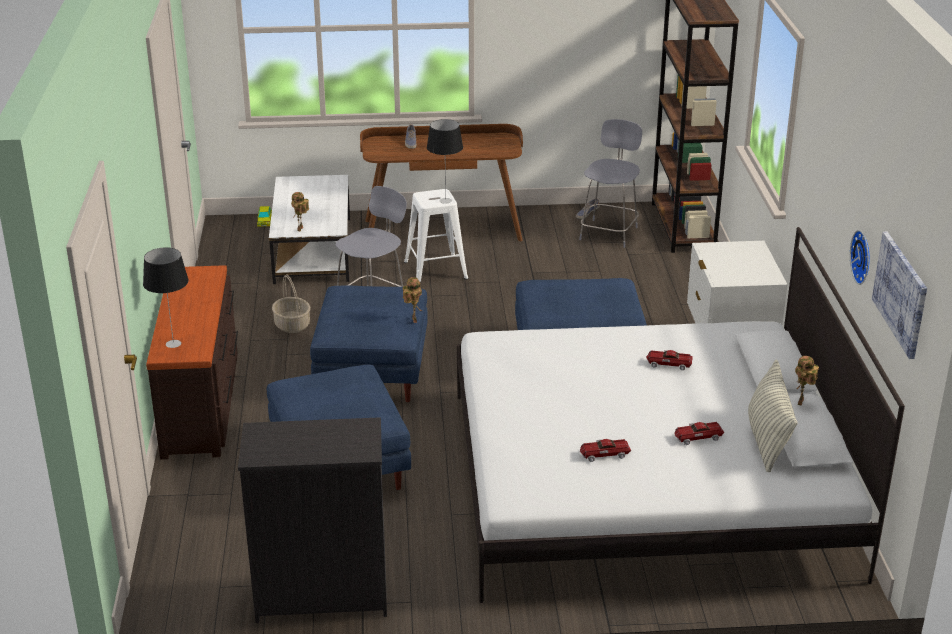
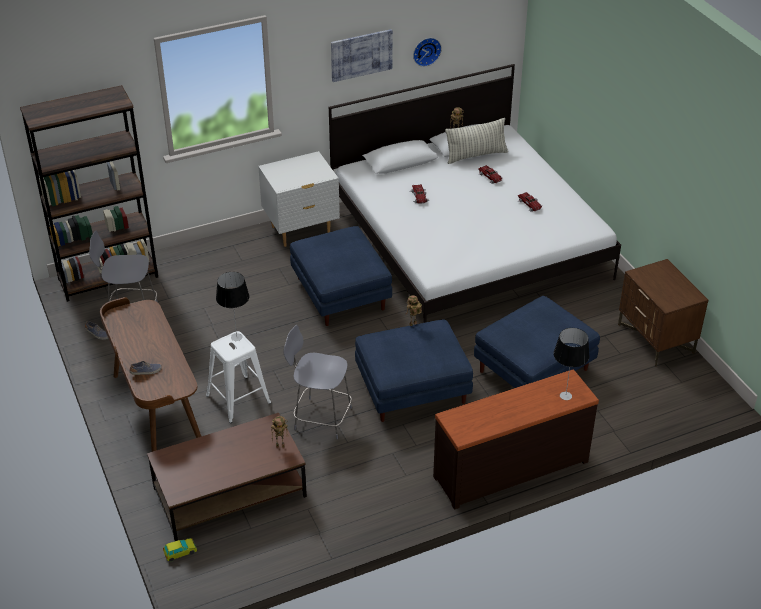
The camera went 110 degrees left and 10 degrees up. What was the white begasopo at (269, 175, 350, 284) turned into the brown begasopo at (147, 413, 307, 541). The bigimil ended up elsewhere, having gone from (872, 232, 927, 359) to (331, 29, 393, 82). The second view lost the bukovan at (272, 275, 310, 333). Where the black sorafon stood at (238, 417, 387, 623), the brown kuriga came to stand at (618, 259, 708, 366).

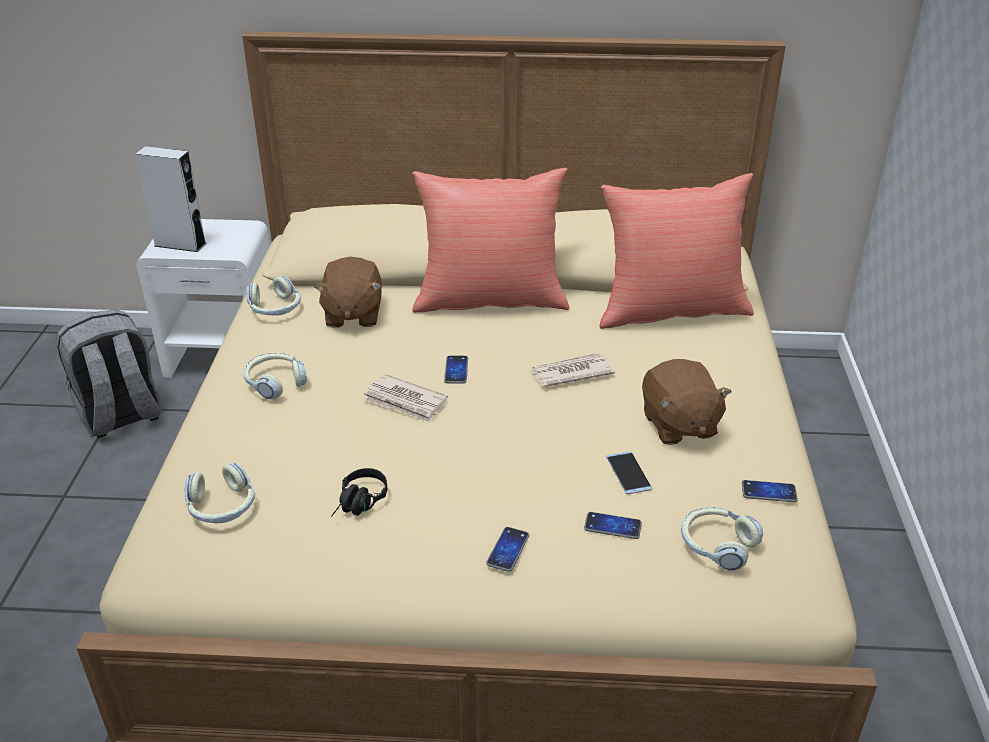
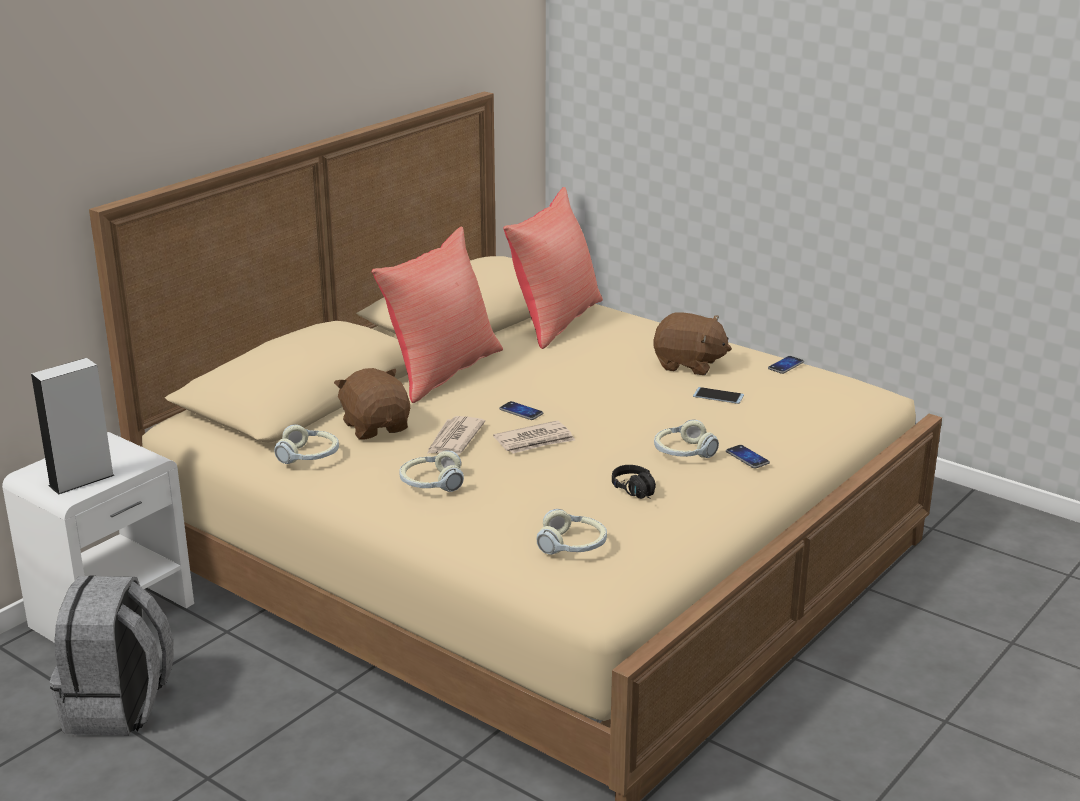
The camera went 55 degrees left and 10 degrees down. The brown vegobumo at (314, 257, 382, 328) ended up facing another way, 150 degrees counterclockwise from before. The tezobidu ended up elsewhere, having gone from (531, 353, 615, 387) to (427, 416, 485, 454). The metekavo ended up elsewhere, having gone from (681, 507, 763, 571) to (654, 419, 719, 458). The second view lost the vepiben at (584, 512, 642, 539).

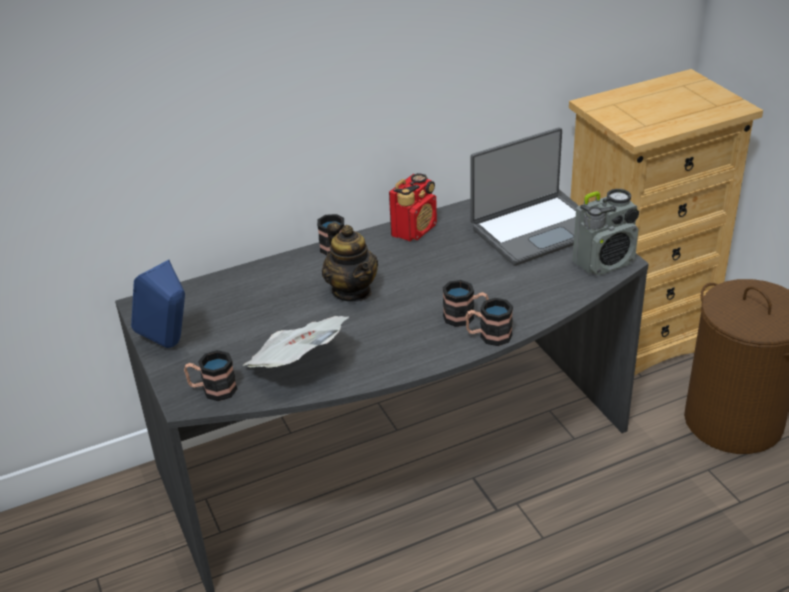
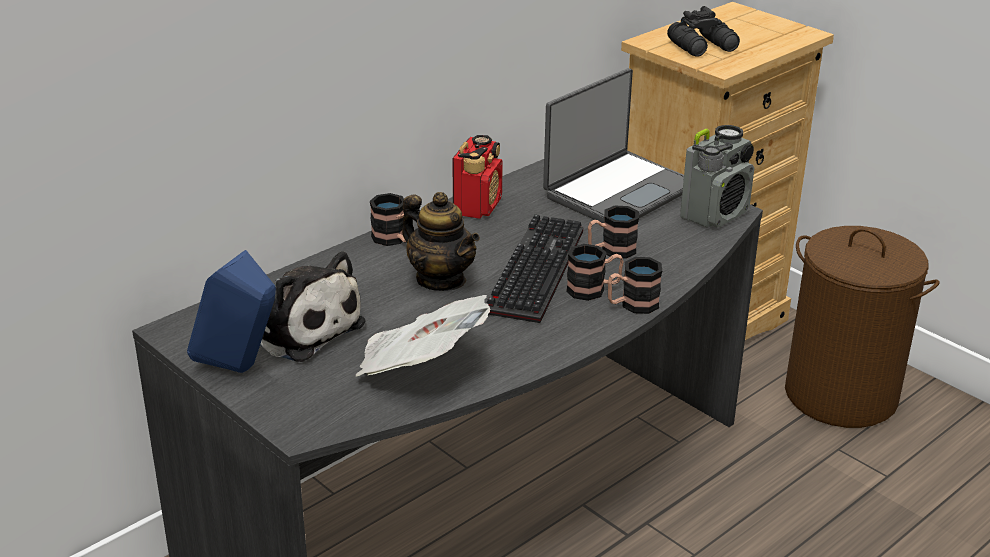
The camera went 20 degrees left and 5 degrees down. The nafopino ended up elsewhere, having gone from (184, 350, 237, 401) to (588, 206, 639, 259). The second view gained the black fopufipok at (667, 6, 740, 57). The second view gained the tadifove at (487, 214, 583, 323). The second view gained the vegobumo at (260, 251, 366, 362).

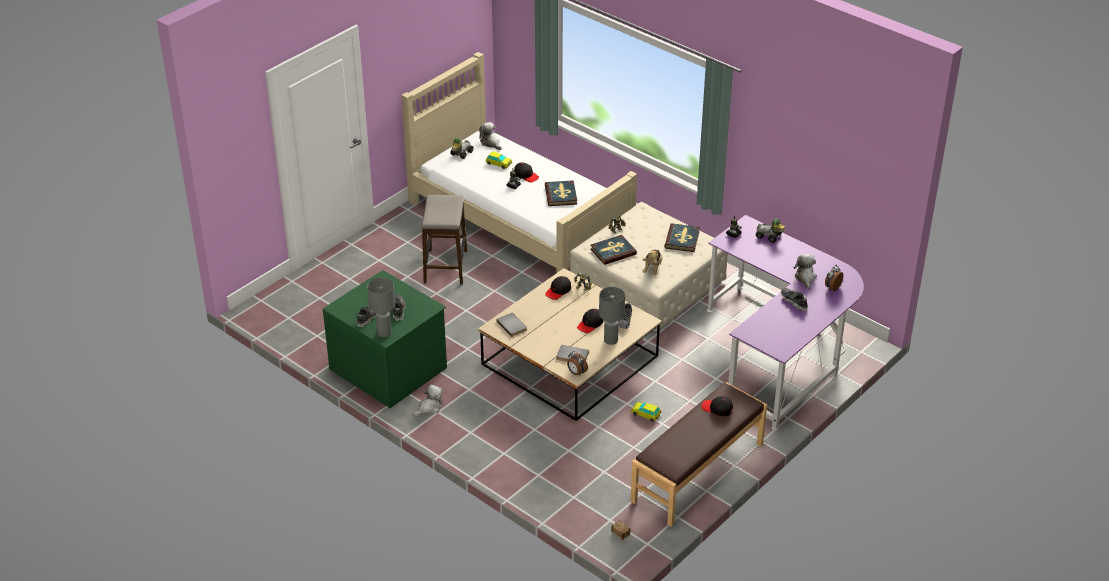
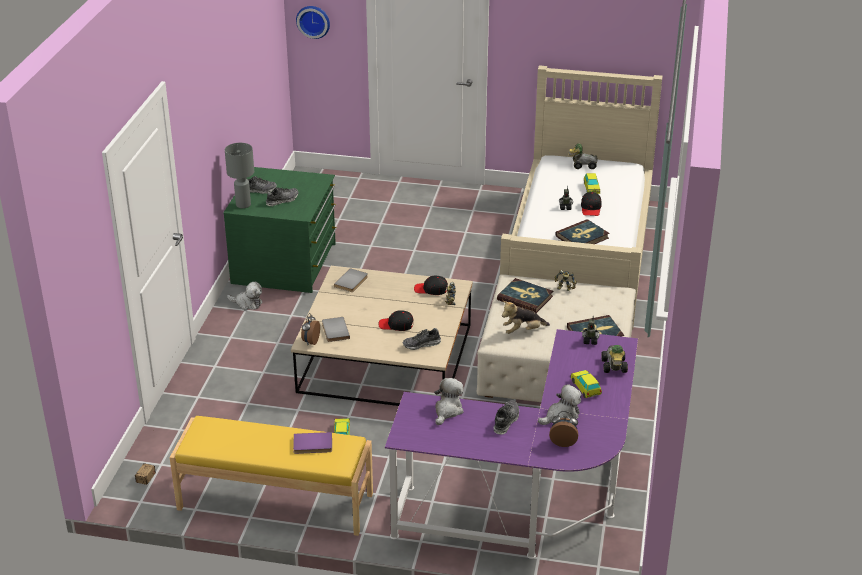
The camera went 60 degrees right and 5 degrees down. The vegobumo ended up elsewhere, having gone from (479, 122, 502, 150) to (434, 378, 464, 425). The second view lost the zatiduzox at (422, 195, 467, 285). The second view lost the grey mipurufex at (599, 287, 625, 345). What was the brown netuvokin at (631, 382, 767, 527) turned into the yellow netuvokin at (170, 416, 373, 536). Where the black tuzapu stood at (701, 396, 733, 416), the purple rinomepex came to stand at (293, 432, 332, 454). The second view gained the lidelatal at (296, 6, 330, 39). The second view gained the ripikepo at (571, 370, 602, 398).

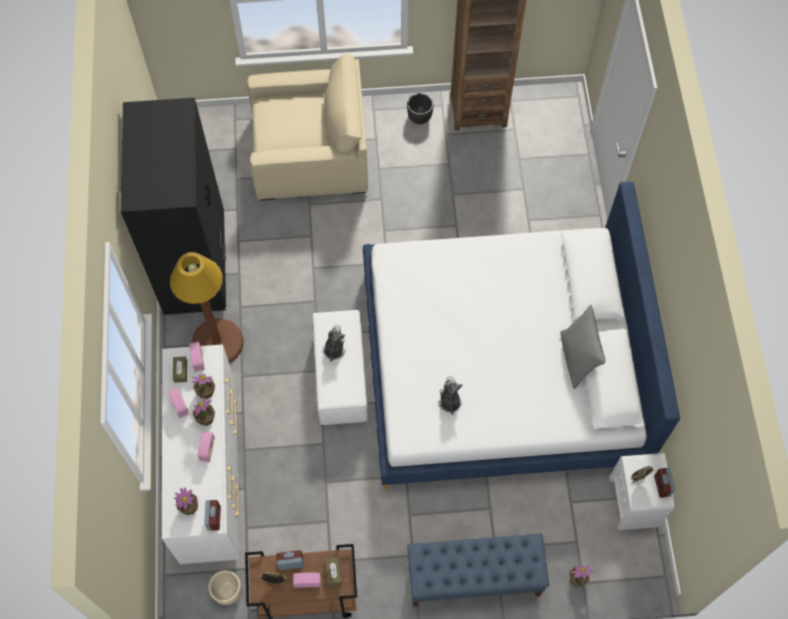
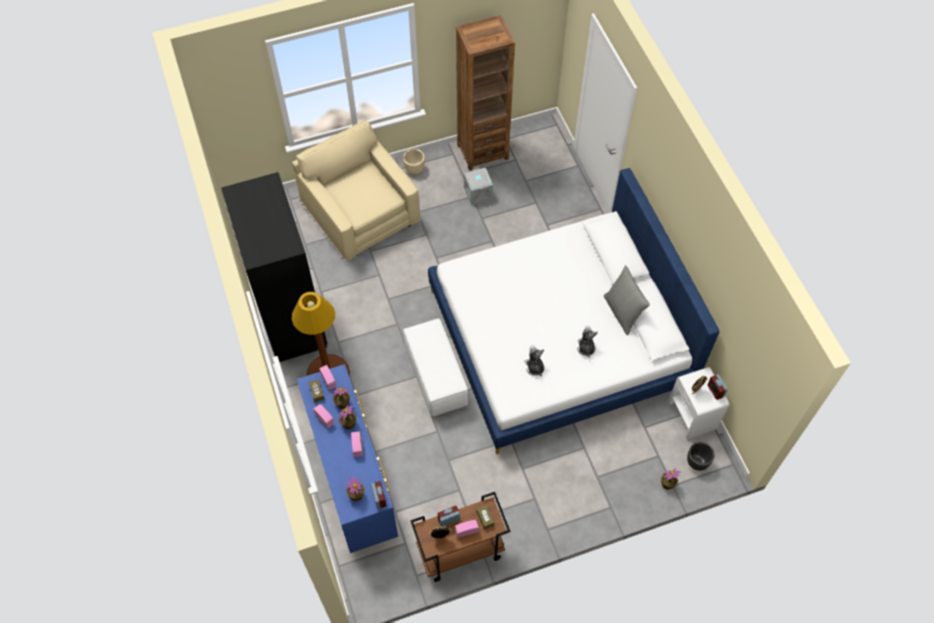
The camera went 15 degrees left and 5 degrees down. The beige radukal at (247, 53, 368, 200) ended up facing another way, 105 degrees counterclockwise from before. The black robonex ended up elsewhere, having gone from (407, 93, 433, 124) to (687, 442, 714, 471). The vegobumo ended up elsewhere, having gone from (323, 325, 346, 362) to (577, 326, 598, 357). What was the white sorafon at (162, 344, 240, 564) turned into the blue sorafon at (297, 364, 398, 553). The second view lost the blue netuvokin at (407, 534, 549, 607). The beige robonex ended up elsewhere, having gone from (209, 570, 242, 605) to (403, 149, 425, 174). The second view gained the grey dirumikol at (464, 167, 493, 205).

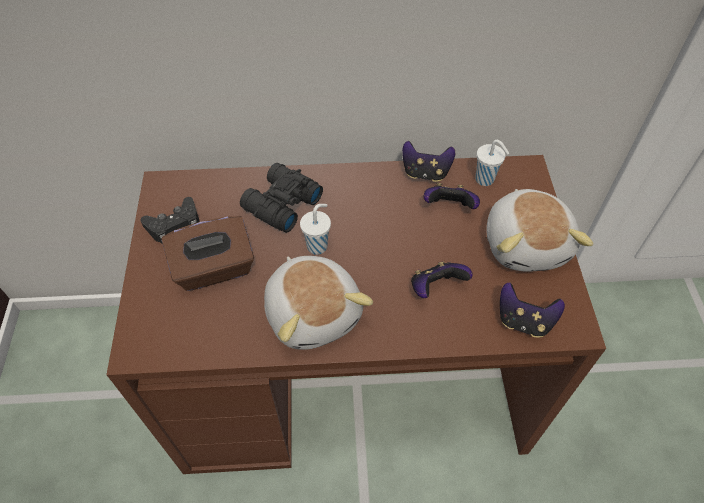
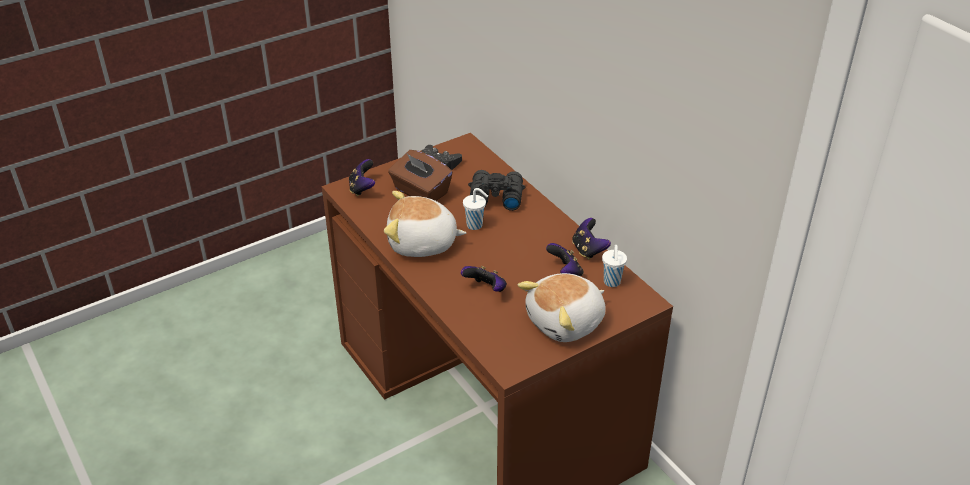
The camera went 60 degrees right and 15 degrees down. The vegobumo at (264, 256, 373, 350) ended up facing another way, 60 degrees clockwise from before. The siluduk ended up elsewhere, having gone from (500, 283, 565, 337) to (349, 159, 375, 196).

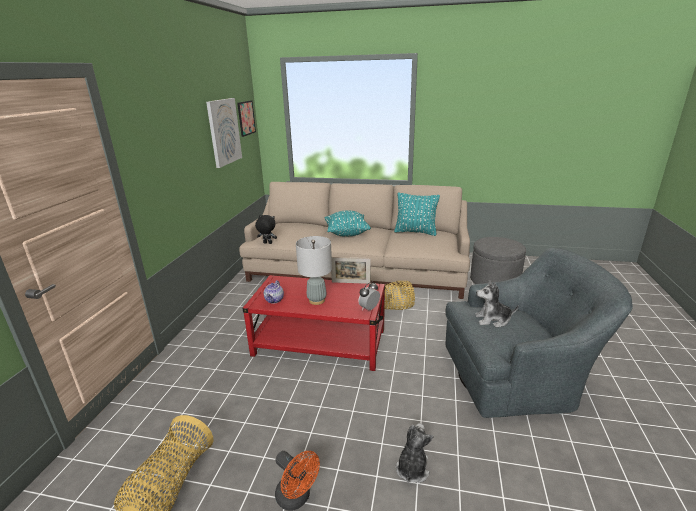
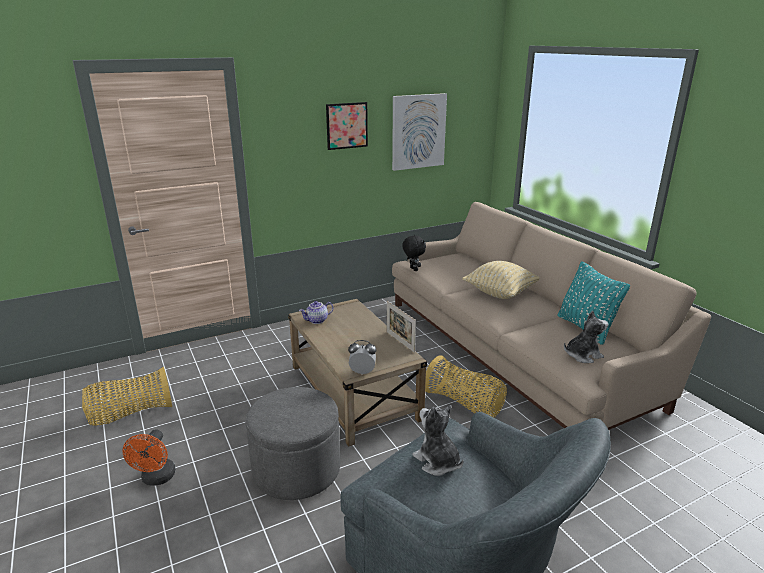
The camera went 50 degrees right and 0 degrees up. The bigimil ended up elsewhere, having gone from (237, 100, 256, 137) to (326, 102, 368, 150). What was the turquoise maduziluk at (325, 210, 371, 237) turned into the beige maduziluk at (462, 261, 539, 299). The second view lost the grey mipurufex at (296, 236, 332, 305). The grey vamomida ended up elsewhere, having gone from (470, 237, 526, 284) to (245, 387, 340, 500). What was the red begasopo at (243, 275, 386, 371) turned into the beige begasopo at (288, 299, 427, 447). The vegobumo ended up elsewhere, having gone from (396, 423, 433, 483) to (564, 310, 609, 363).

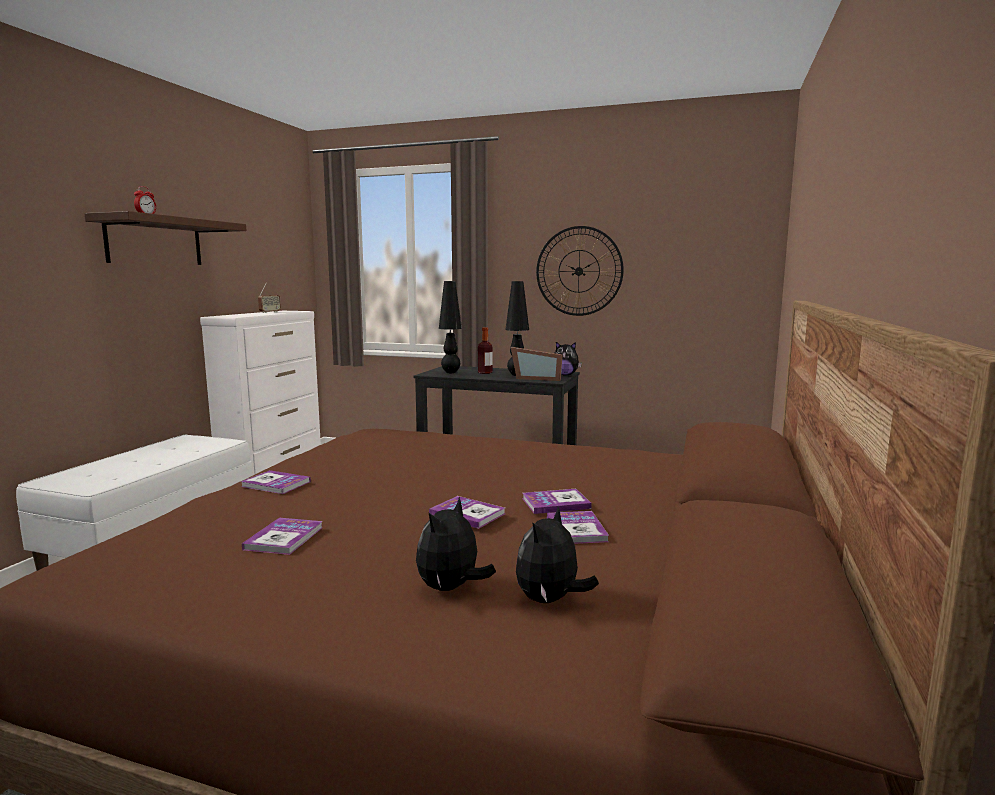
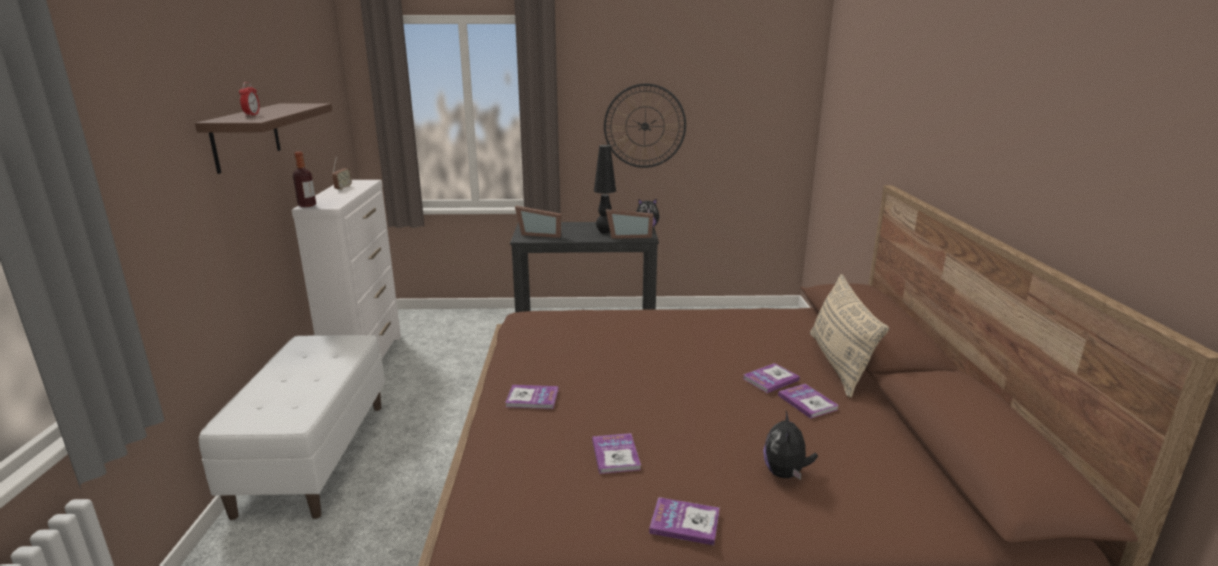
The camera went 20 degrees left and 10 degrees up. Where the black mipurufex stood at (439, 281, 462, 373), the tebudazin came to stand at (515, 206, 562, 238). The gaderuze ended up elsewhere, having gone from (478, 327, 493, 374) to (293, 152, 316, 207). The rinomepex ended up elsewhere, having gone from (429, 496, 505, 529) to (649, 497, 720, 545). The second view lost the vegobumo at (516, 507, 599, 603). The second view gained the beige maduziluk at (810, 274, 889, 398).

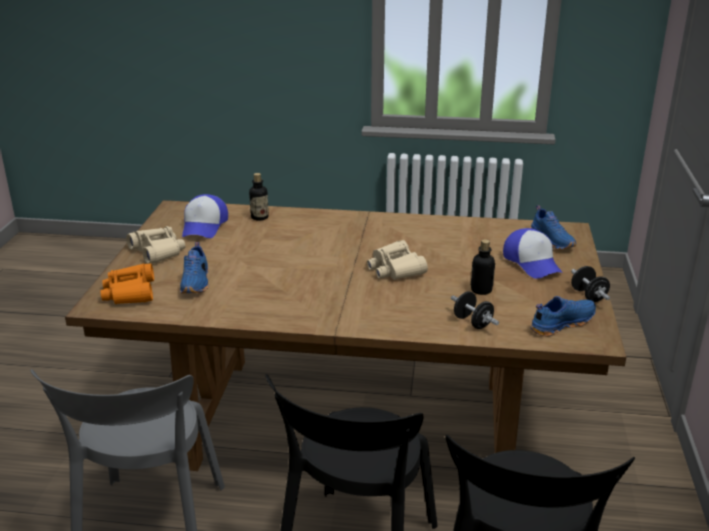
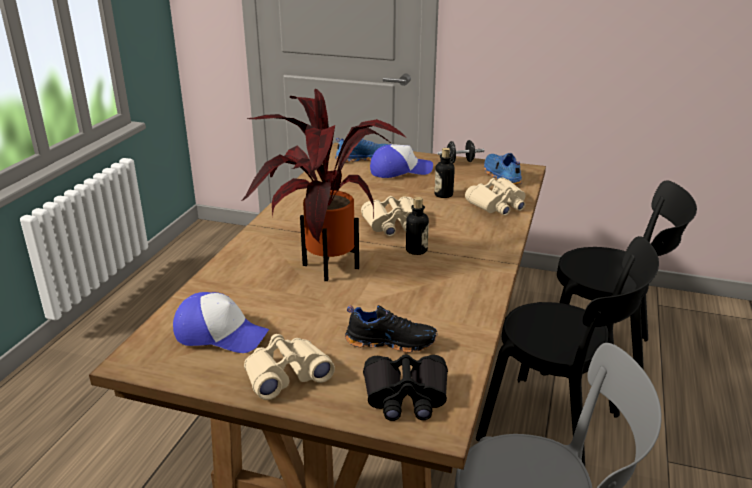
The camera went 80 degrees left and 0 degrees up. The gaderuze ended up elsewhere, having gone from (249, 173, 269, 220) to (406, 197, 429, 255). What was the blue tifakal at (180, 242, 209, 294) turned into the black tifakal at (345, 305, 437, 353). What was the orange fopufipok at (101, 263, 154, 304) turned into the black fopufipok at (363, 354, 448, 421). Where the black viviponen stood at (451, 291, 499, 329), the beige fopufipok came to stand at (465, 178, 526, 215). The second view gained the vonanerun at (242, 89, 405, 281).

